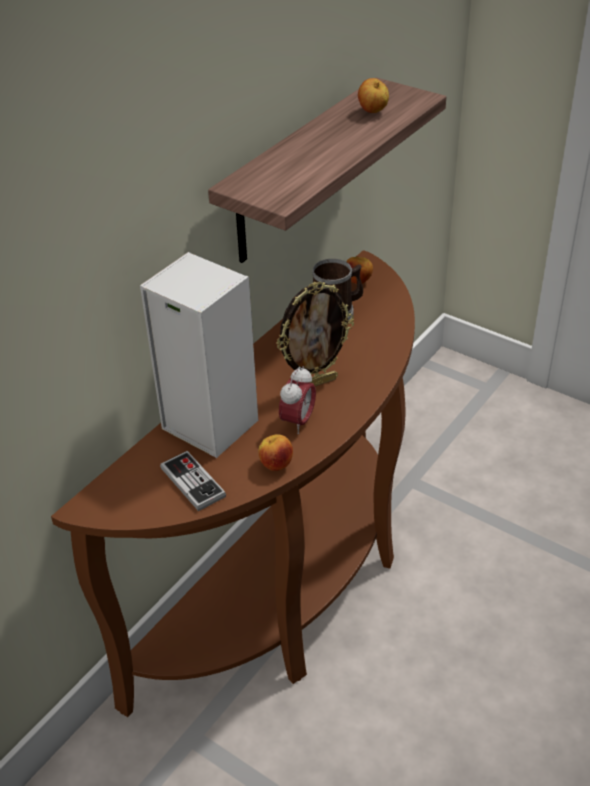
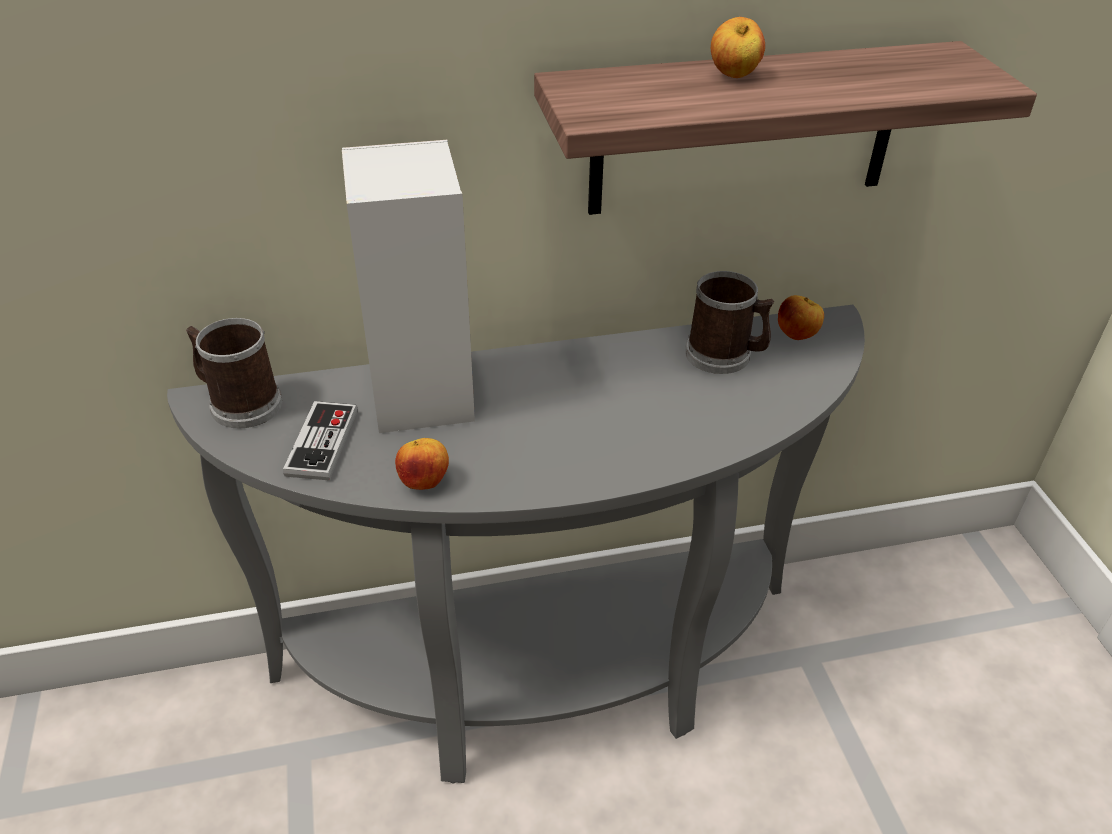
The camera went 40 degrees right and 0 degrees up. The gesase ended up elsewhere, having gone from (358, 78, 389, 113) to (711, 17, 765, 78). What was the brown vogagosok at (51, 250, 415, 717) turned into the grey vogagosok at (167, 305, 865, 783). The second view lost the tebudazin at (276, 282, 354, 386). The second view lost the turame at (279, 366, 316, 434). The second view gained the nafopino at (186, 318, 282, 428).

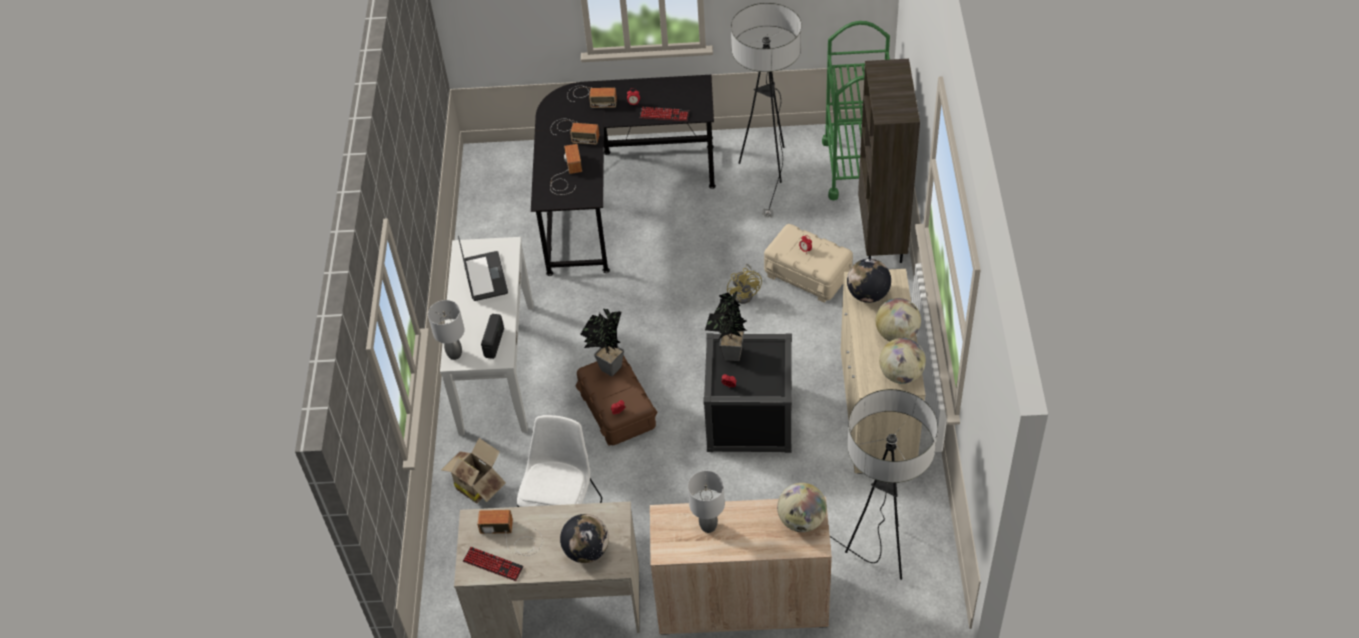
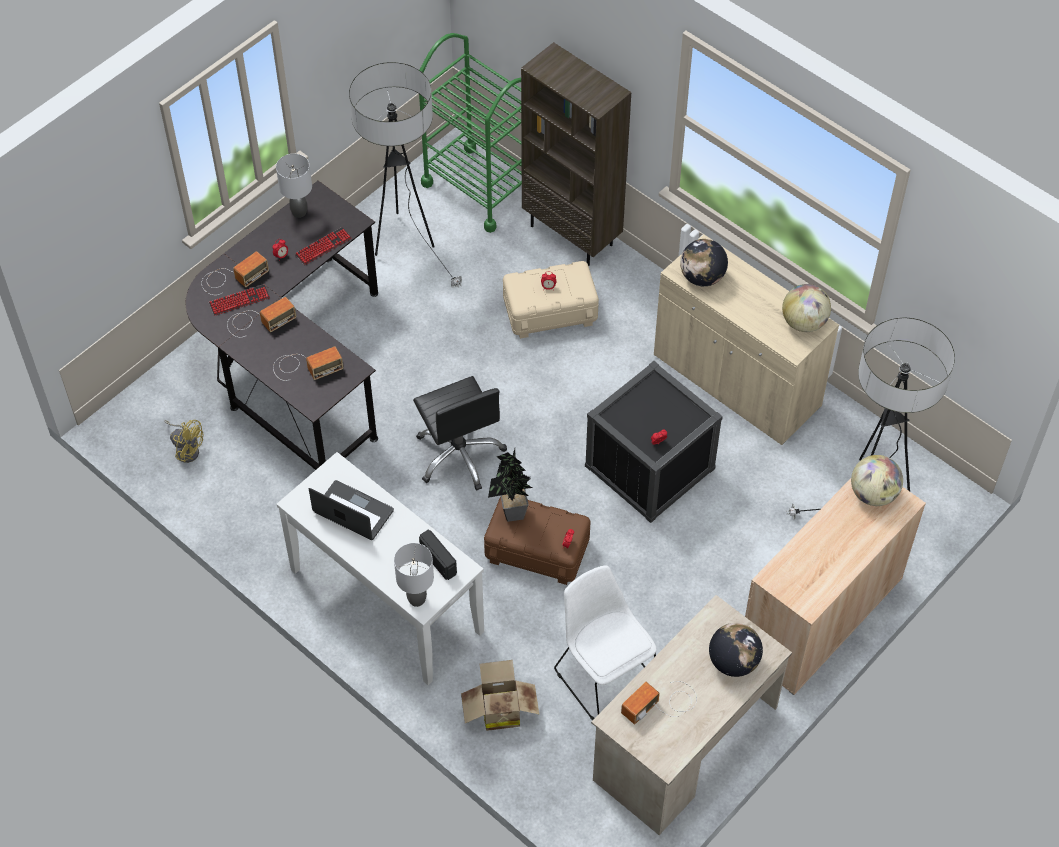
The camera went 50 degrees left and 5 degrees up. The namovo at (550, 144, 582, 195) ended up facing another way, 120 degrees clockwise from before. The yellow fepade ended up elsewhere, having gone from (727, 264, 762, 304) to (164, 420, 203, 463). The second view lost the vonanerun at (705, 290, 747, 361). The second view lost the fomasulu at (876, 298, 921, 341). The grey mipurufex ended up elsewhere, having gone from (688, 471, 725, 533) to (276, 154, 312, 218). The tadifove ended up elsewhere, having gone from (463, 547, 524, 581) to (209, 285, 270, 316). The second view gained the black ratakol at (413, 376, 507, 491).

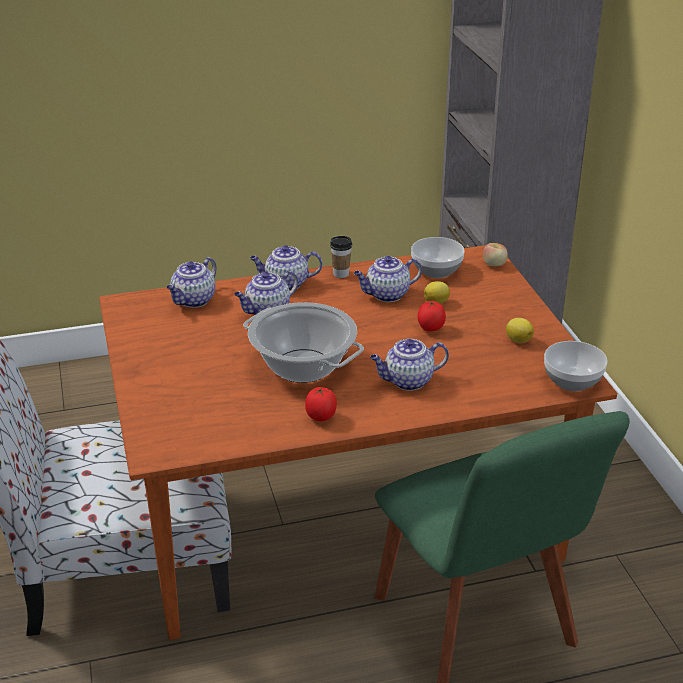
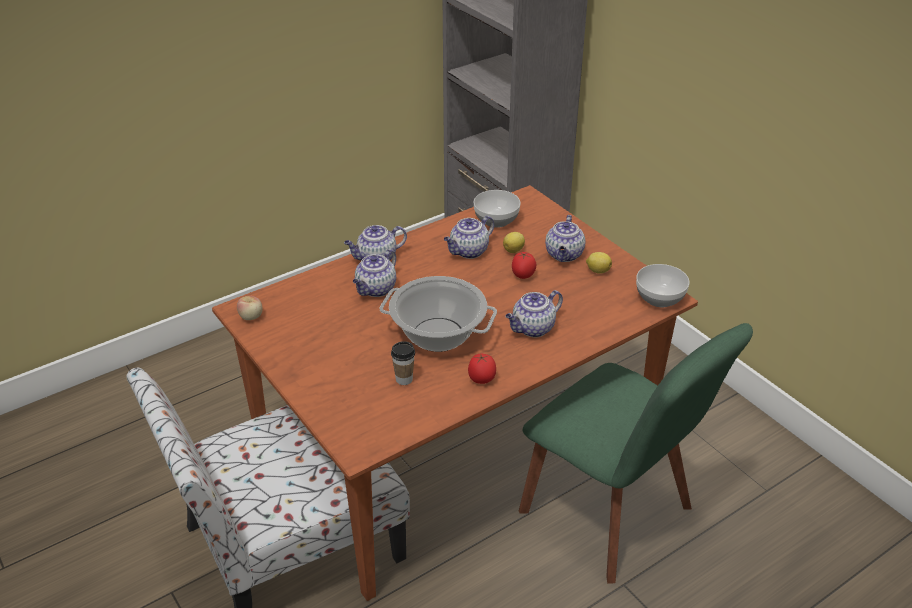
The camera went 20 degrees left and 5 degrees up. The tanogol ended up elsewhere, having gone from (330, 236, 352, 278) to (391, 341, 415, 385). The gesase ended up elsewhere, having gone from (483, 243, 508, 267) to (237, 296, 263, 320). The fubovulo ended up elsewhere, having gone from (167, 257, 217, 308) to (545, 215, 586, 262).

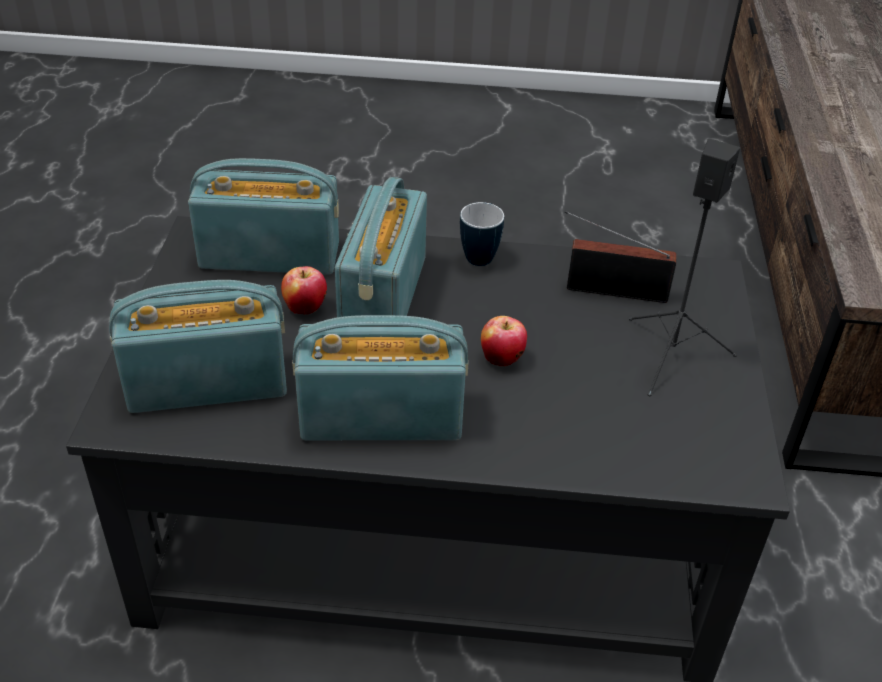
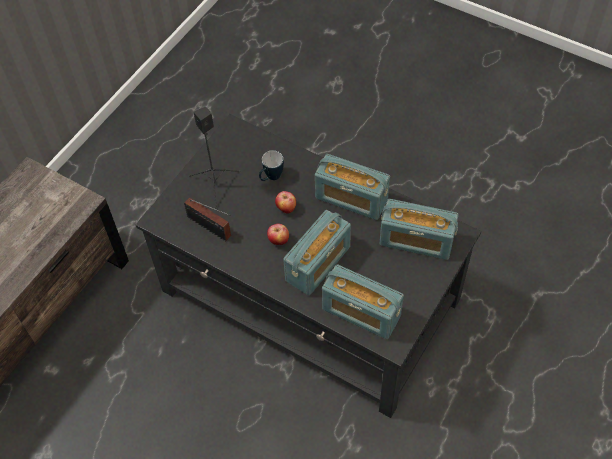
The camera went 150 degrees left and 15 degrees up. The nafopino ended up elsewhere, having gone from (460, 202, 504, 266) to (259, 150, 284, 181). The gesase ended up elsewhere, having gone from (281, 266, 327, 314) to (267, 224, 289, 245).

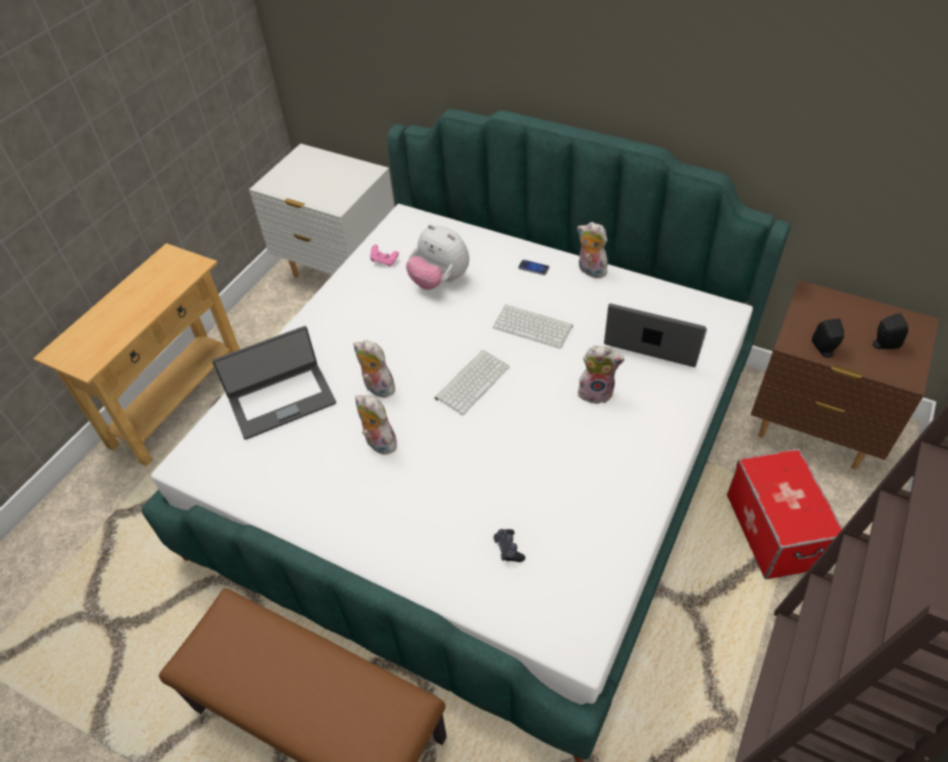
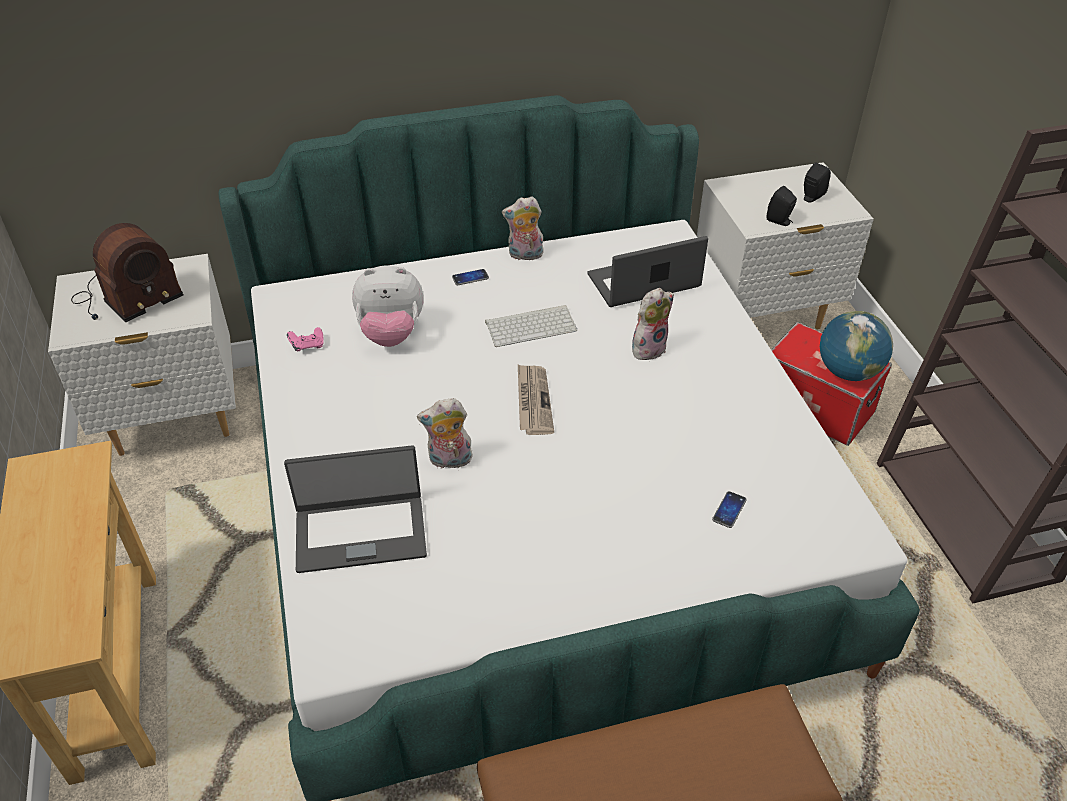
The camera went 45 degrees left and 5 degrees down. What was the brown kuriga at (751, 280, 939, 470) turned into the white kuriga at (697, 162, 874, 329). The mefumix at (212, 326, 336, 440) ended up facing another way, 60 degrees clockwise from before. Where the tadifove stood at (435, 350, 510, 415), the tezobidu came to stand at (518, 365, 554, 435). The second view lost the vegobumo at (355, 395, 397, 455). Where the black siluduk stood at (494, 529, 525, 562), the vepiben came to stand at (712, 491, 747, 528). The second view gained the namovo at (71, 223, 184, 323). The second view gained the fomasulu at (820, 311, 893, 381).

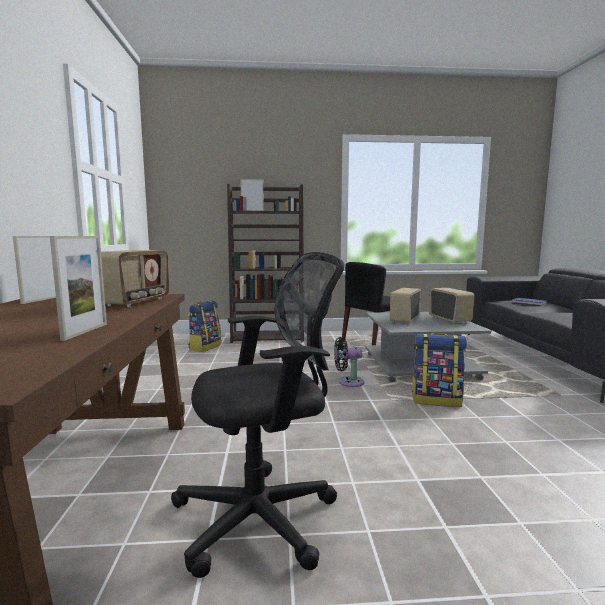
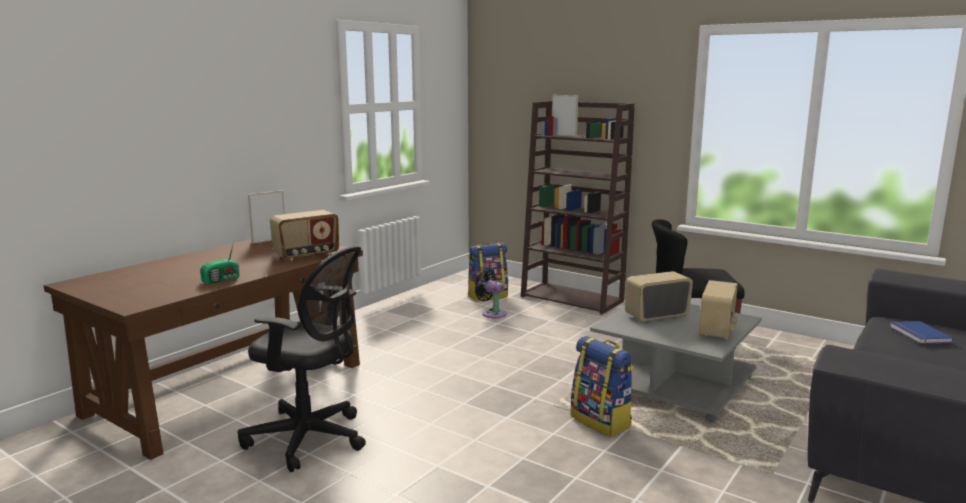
The camera went 40 degrees right and 5 degrees up. Where the tebudazin stood at (50, 236, 107, 341), the namovo came to stand at (200, 242, 239, 284). The black fepade ended up elsewhere, having gone from (334, 337, 364, 387) to (474, 269, 507, 318).

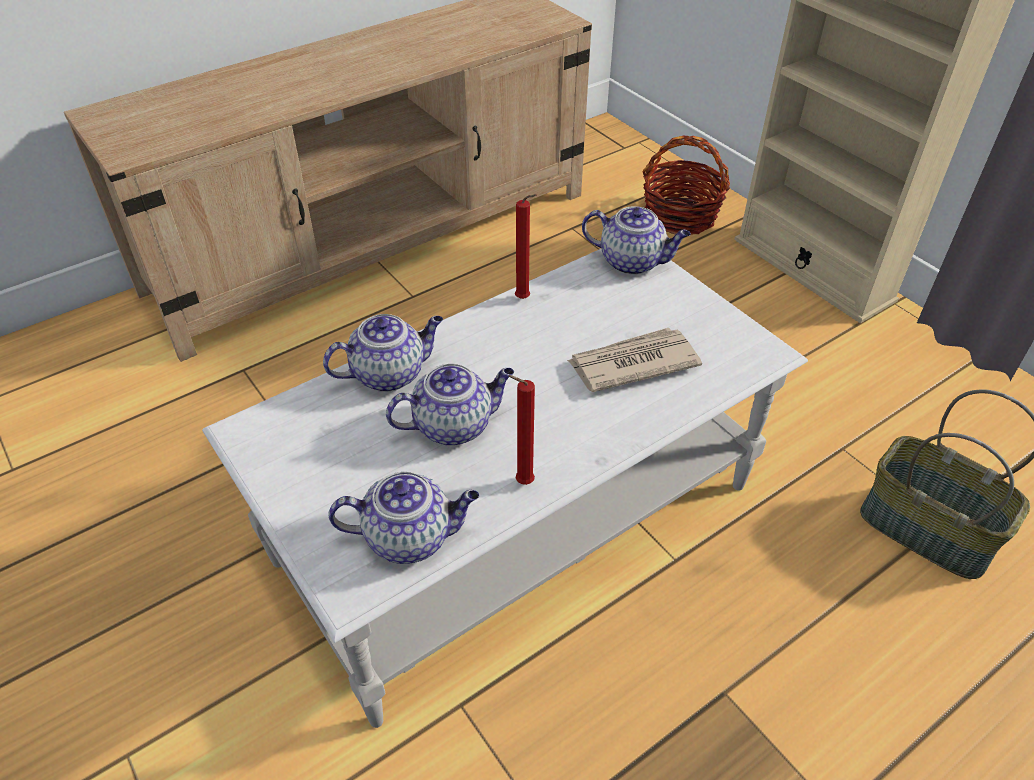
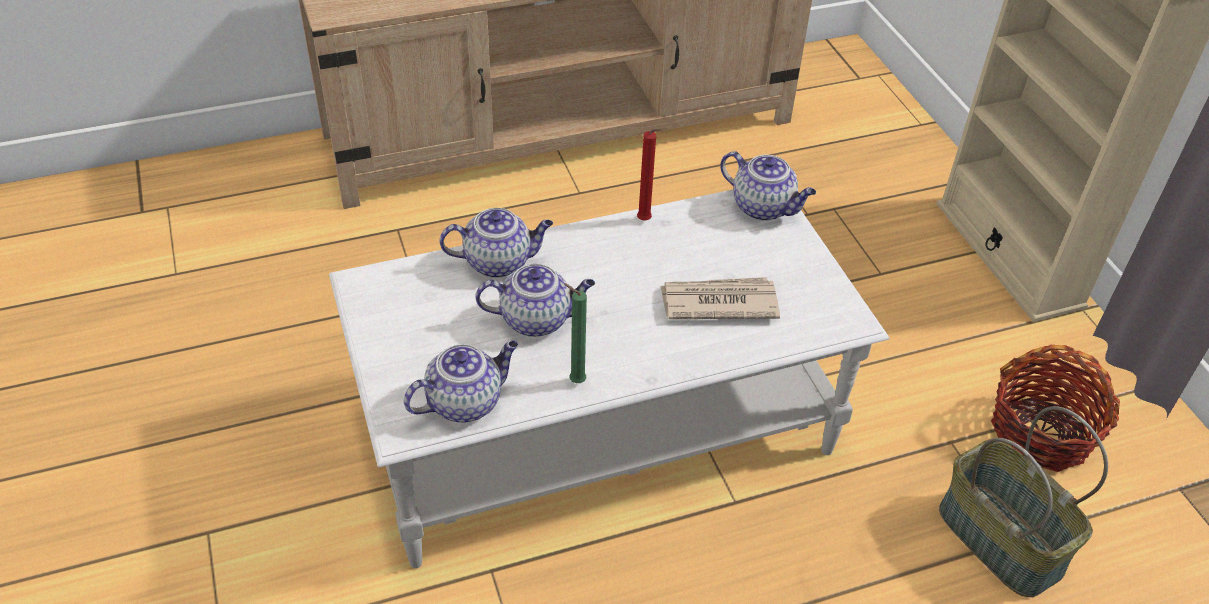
The camera went 15 degrees right and 0 degrees up. The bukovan ended up elsewhere, having gone from (642, 136, 730, 235) to (991, 345, 1120, 472). What was the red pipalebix at (508, 375, 535, 485) turned into the green pipalebix at (564, 284, 587, 383). The fubovulo at (328, 472, 479, 564) ended up facing another way, 45 degrees counterclockwise from before.

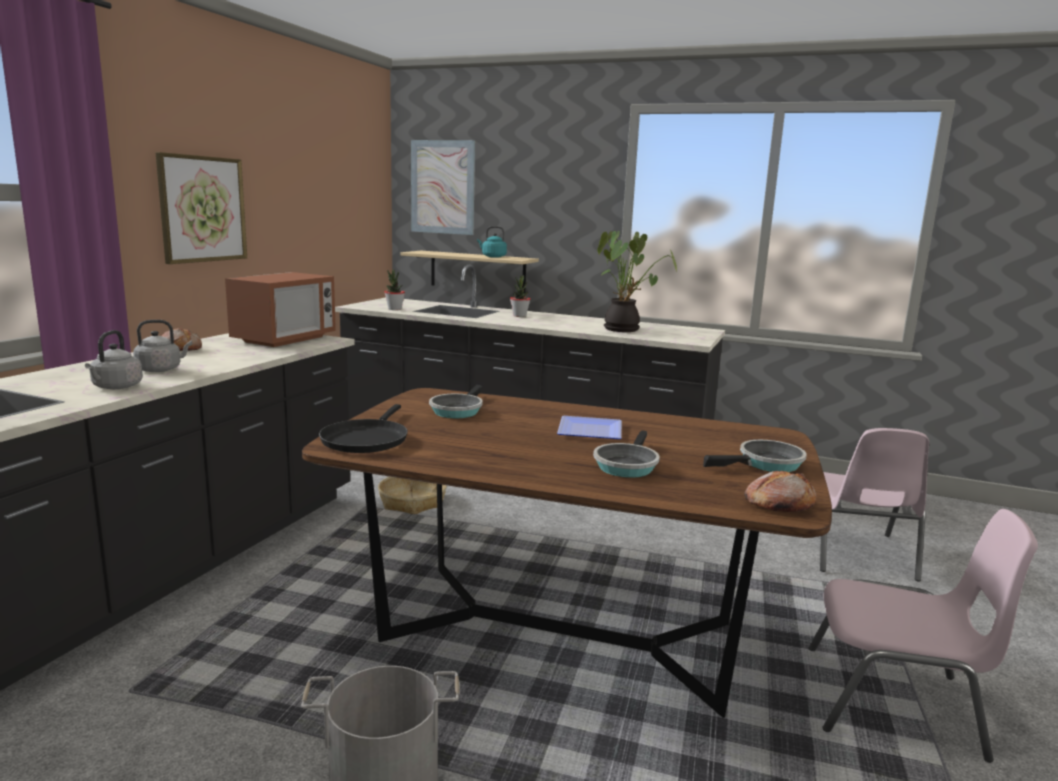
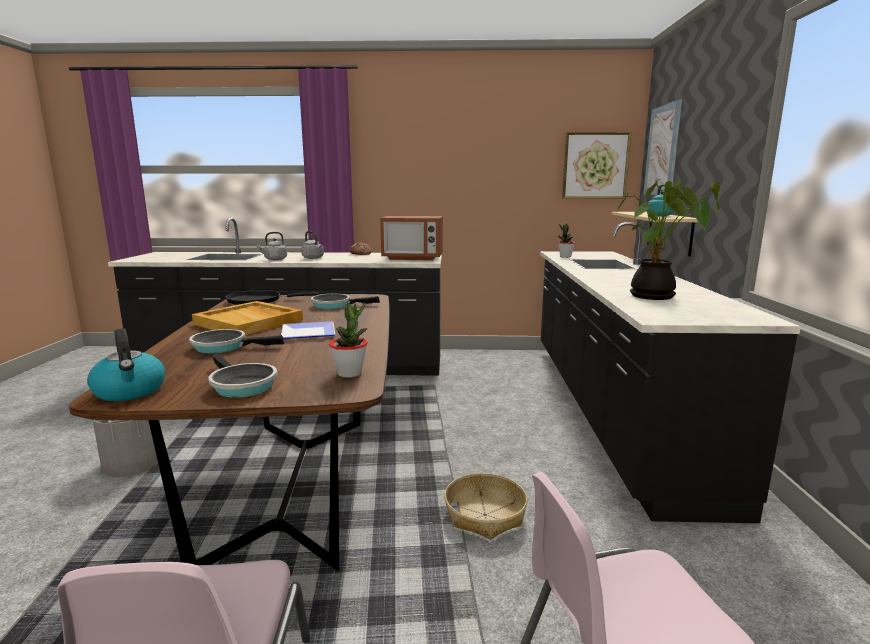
The camera went 70 degrees right and 0 degrees up. The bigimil ended up elsewhere, having gone from (155, 152, 247, 264) to (562, 132, 631, 199). The vonanerun ended up elsewhere, having gone from (510, 275, 530, 317) to (329, 302, 367, 378). Where the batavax stood at (744, 471, 816, 512), the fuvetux came to stand at (87, 328, 165, 401). The bukovan ended up elsewhere, having gone from (378, 477, 447, 514) to (444, 473, 528, 540). The second view gained the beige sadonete at (192, 301, 303, 335).

